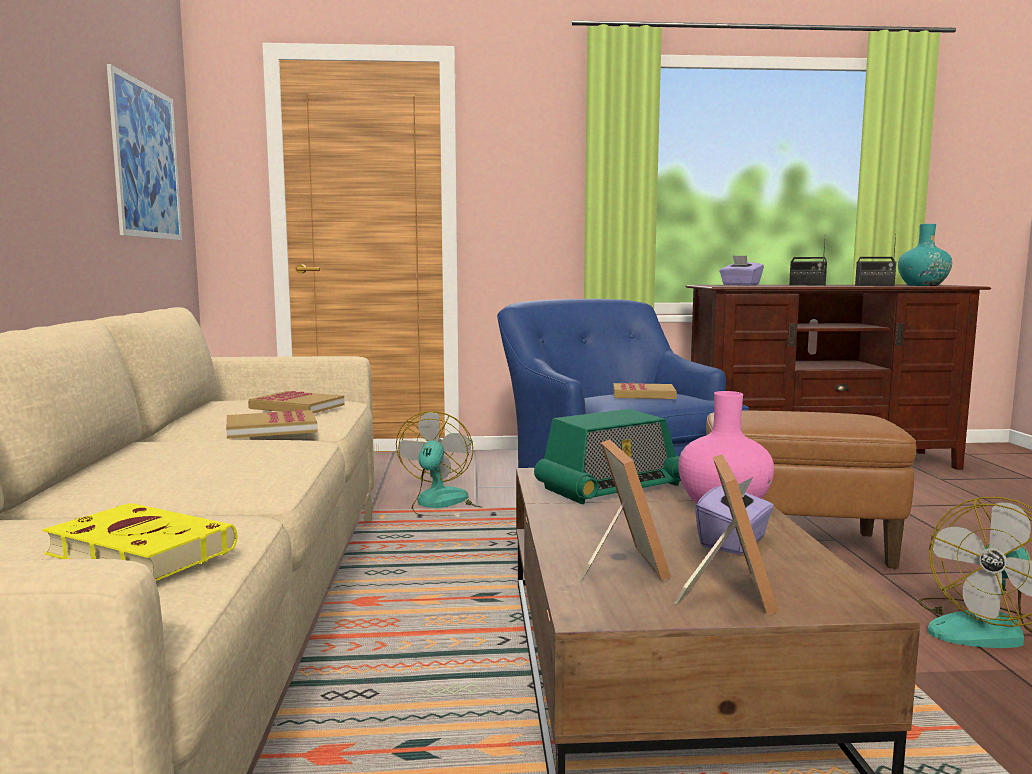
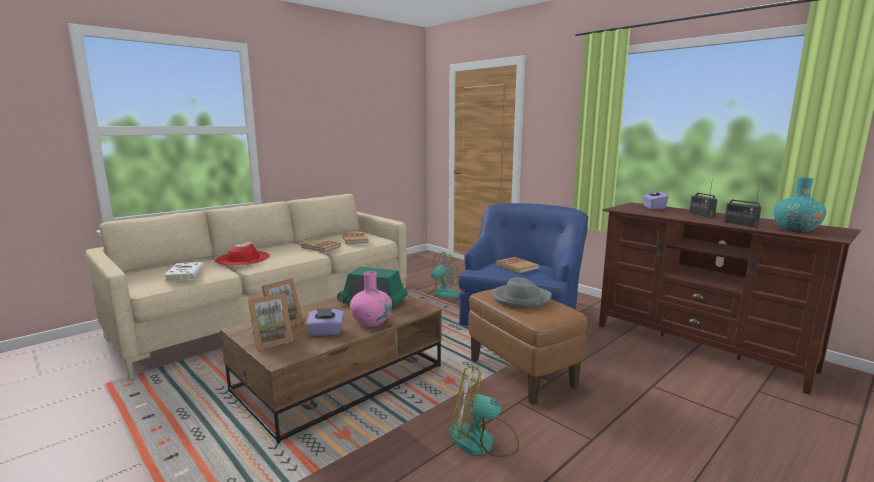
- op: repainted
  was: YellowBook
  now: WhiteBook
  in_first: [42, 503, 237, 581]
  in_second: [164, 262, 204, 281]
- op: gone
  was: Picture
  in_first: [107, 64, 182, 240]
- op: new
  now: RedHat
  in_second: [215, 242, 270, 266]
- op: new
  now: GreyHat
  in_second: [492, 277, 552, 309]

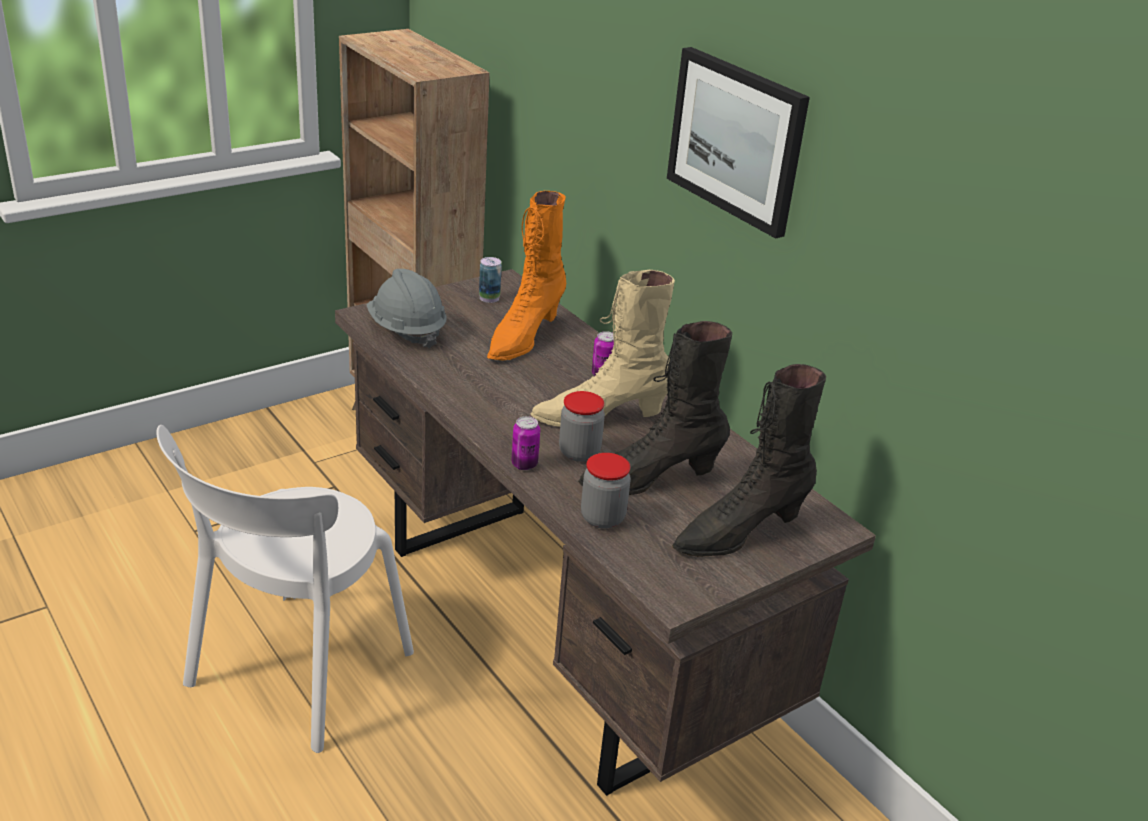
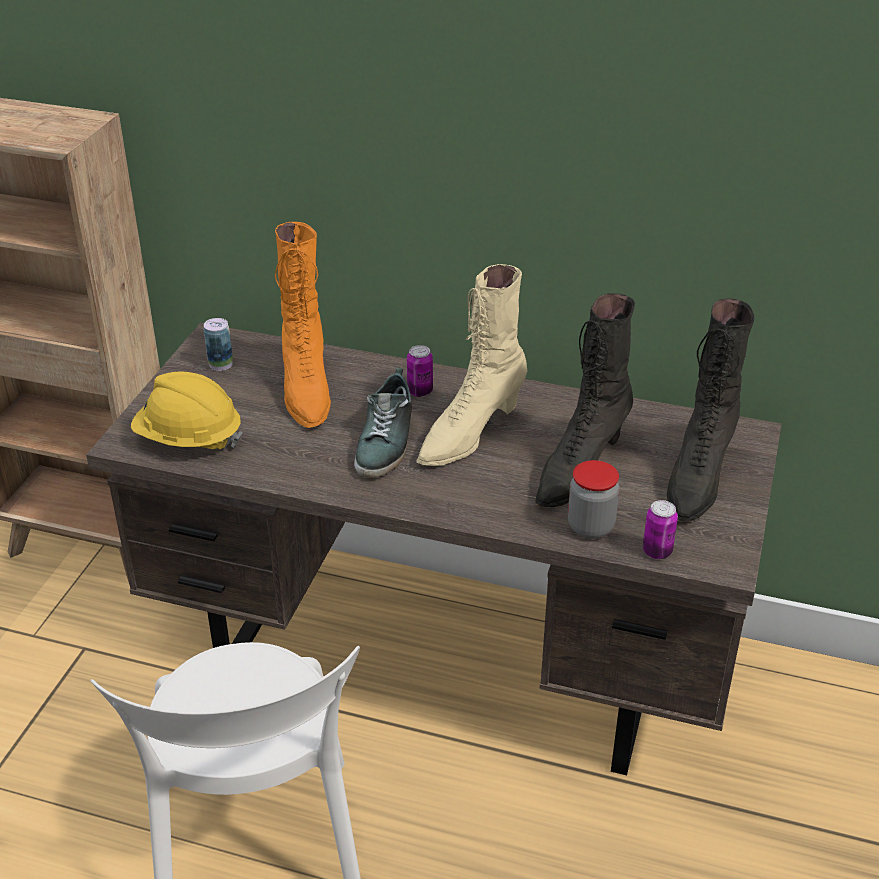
- op: repainted
  was: GreyHardHat
  now: YellowHardHat
  in_first: [367, 269, 447, 348]
  in_second: [131, 371, 242, 449]
- op: shifted
  was: Can
  in_first: [511, 416, 540, 470]
  in_second: [643, 500, 678, 559]
- op: gone
  was: Jar
  in_first: [559, 391, 605, 462]
- op: gone
  was: Picture
  in_first: [667, 47, 810, 239]
- op: new
  now: Shoe
  in_second: [354, 367, 412, 478]

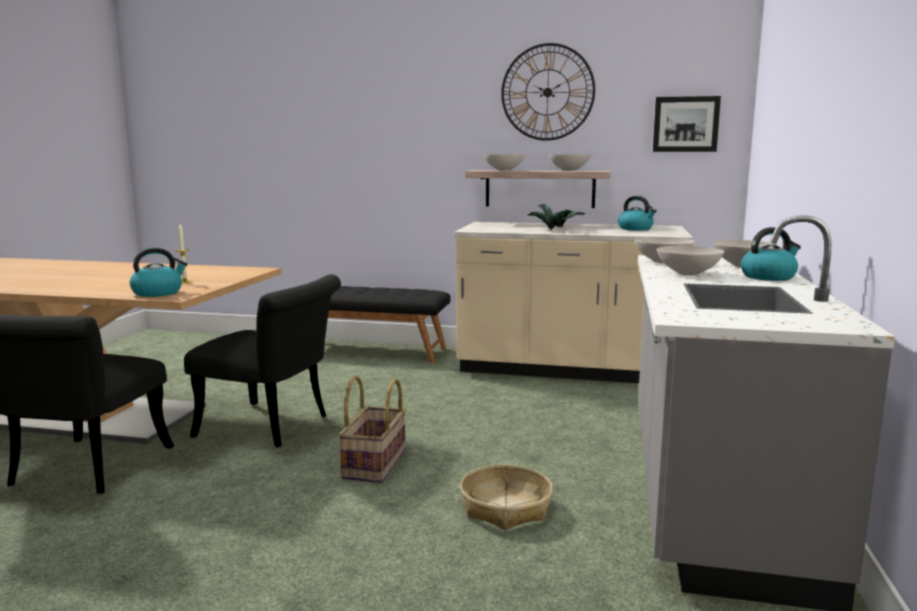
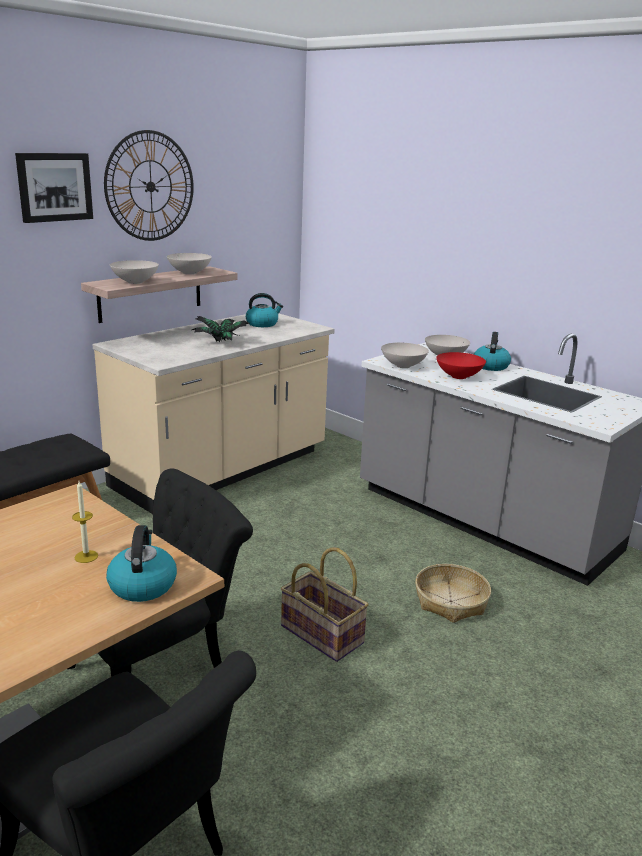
- op: shifted
  was: Picture
  in_first: [653, 96, 721, 152]
  in_second: [15, 153, 93, 223]
- op: repainted
  was: WhiteBowl
  now: RedBowl
  in_first: [657, 246, 724, 276]
  in_second: [436, 352, 486, 379]

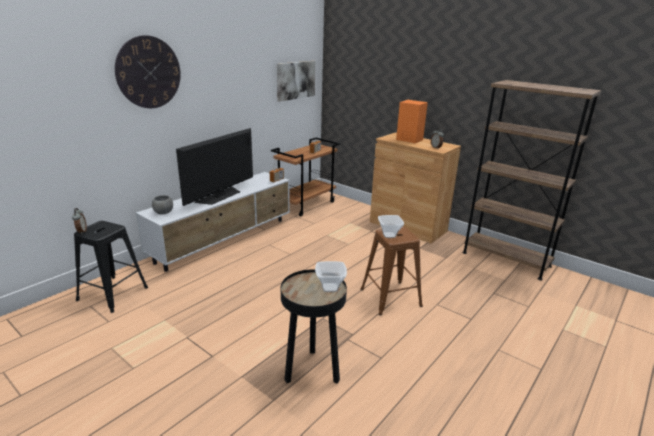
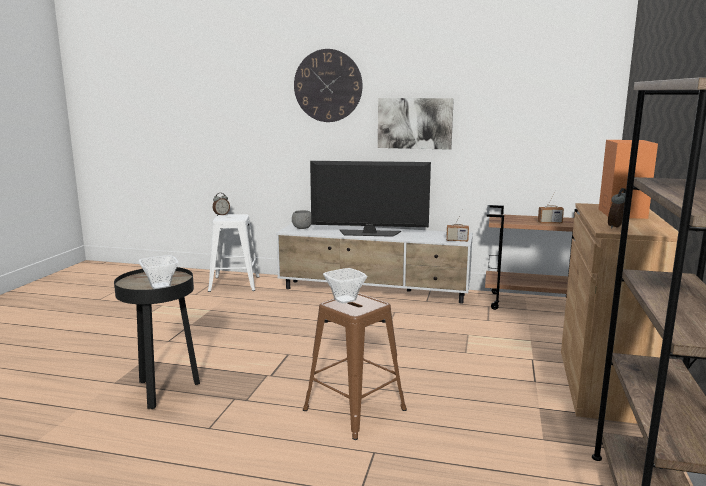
- op: repainted
  was: BlackStool
  now: WhiteStool
  in_first: [74, 221, 148, 313]
  in_second: [208, 214, 260, 292]
- op: shifted
  was: Picture
  in_first: [277, 61, 315, 102]
  in_second: [378, 98, 454, 150]

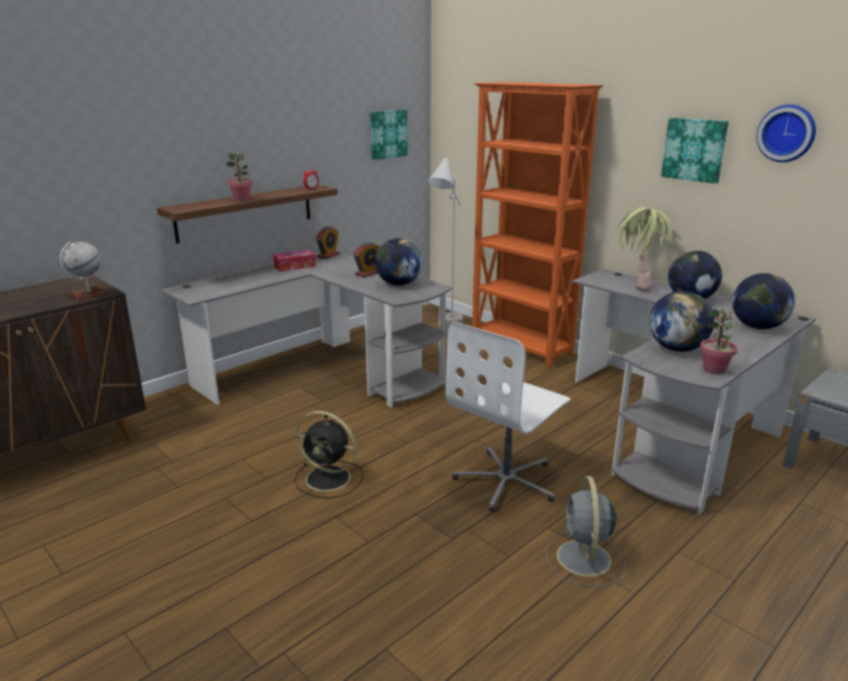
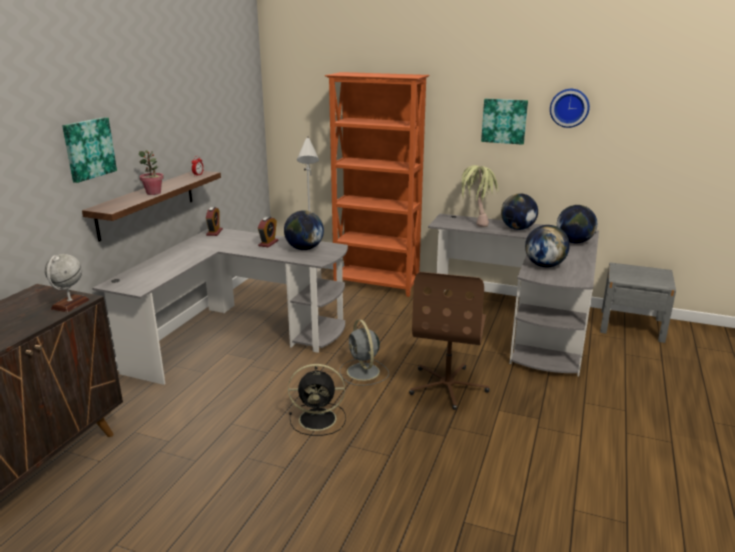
- op: gone
  was: TissueBox
  in_first: [273, 250, 316, 272]
- op: shifted
  was: Picture
  in_first: [370, 110, 408, 160]
  in_second: [62, 117, 117, 183]
- op: repainted
  was: WhiteOfficeChair
  now: BrownOfficeChair
  in_first: [445, 322, 571, 512]
  in_second: [409, 272, 490, 410]
- op: shifted
  was: GreyFan
  in_first: [546, 476, 626, 587]
  in_second: [340, 320, 389, 386]
- op: gone
  was: PottedPlant
  in_first: [700, 309, 737, 374]

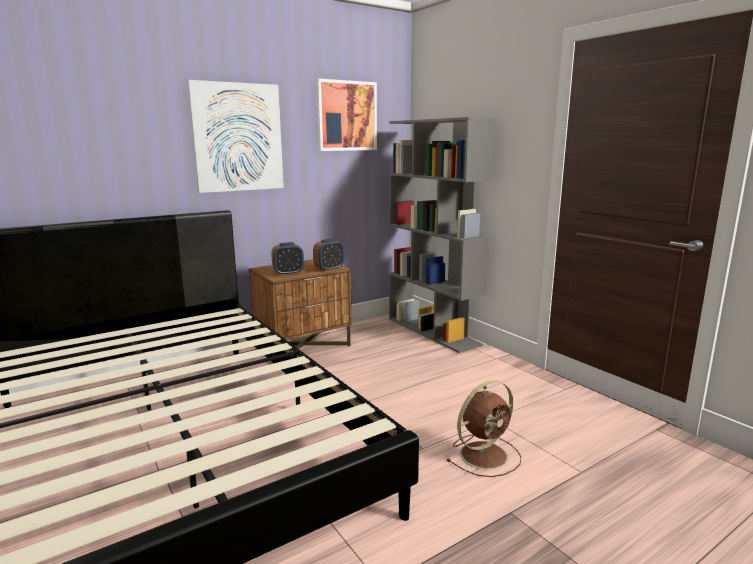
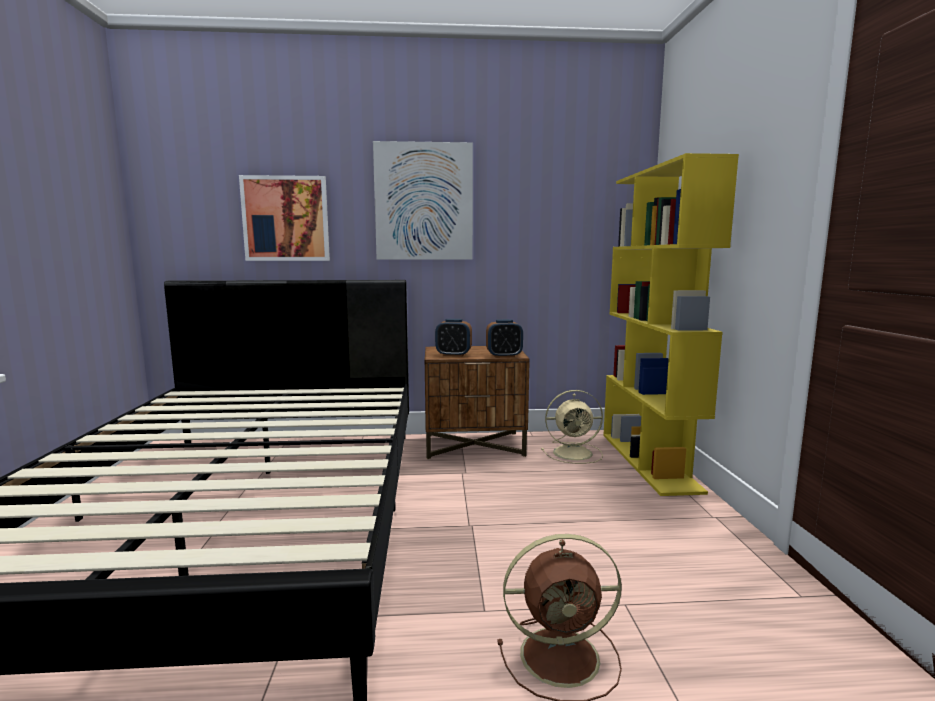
- op: shifted
  was: Picture
  in_first: [316, 78, 377, 151]
  in_second: [239, 175, 330, 261]
- op: repainted
  was: GreyBookcase
  now: YellowBookcase
  in_first: [389, 117, 496, 353]
  in_second: [603, 153, 739, 496]
- op: new
  now: BeigeFan
  in_second: [541, 390, 603, 464]

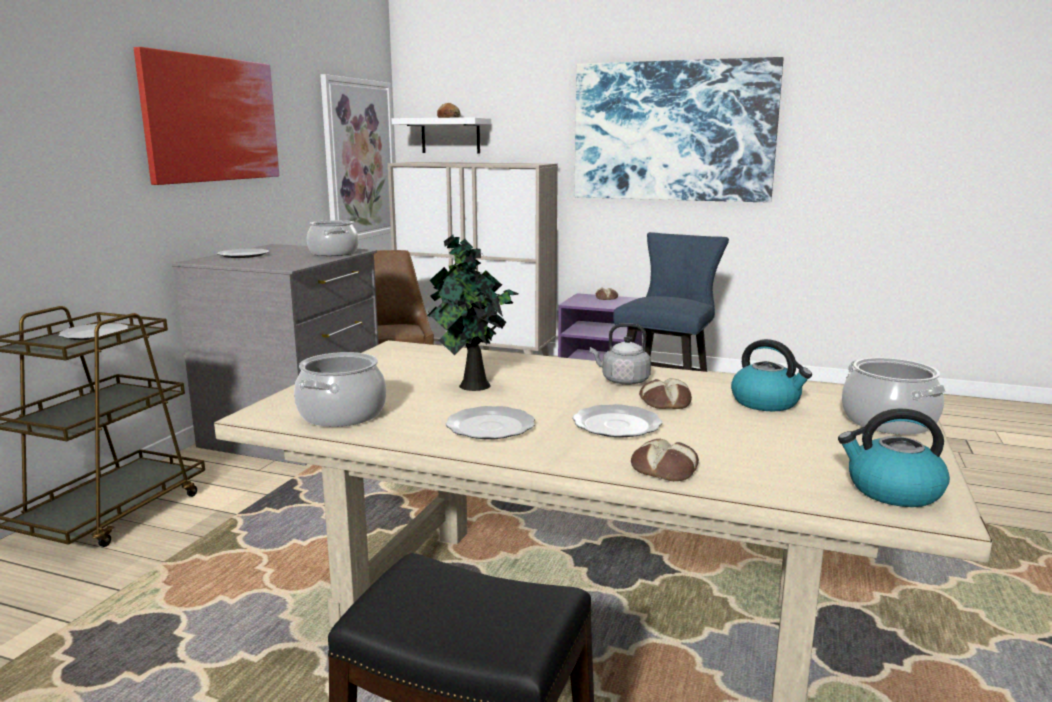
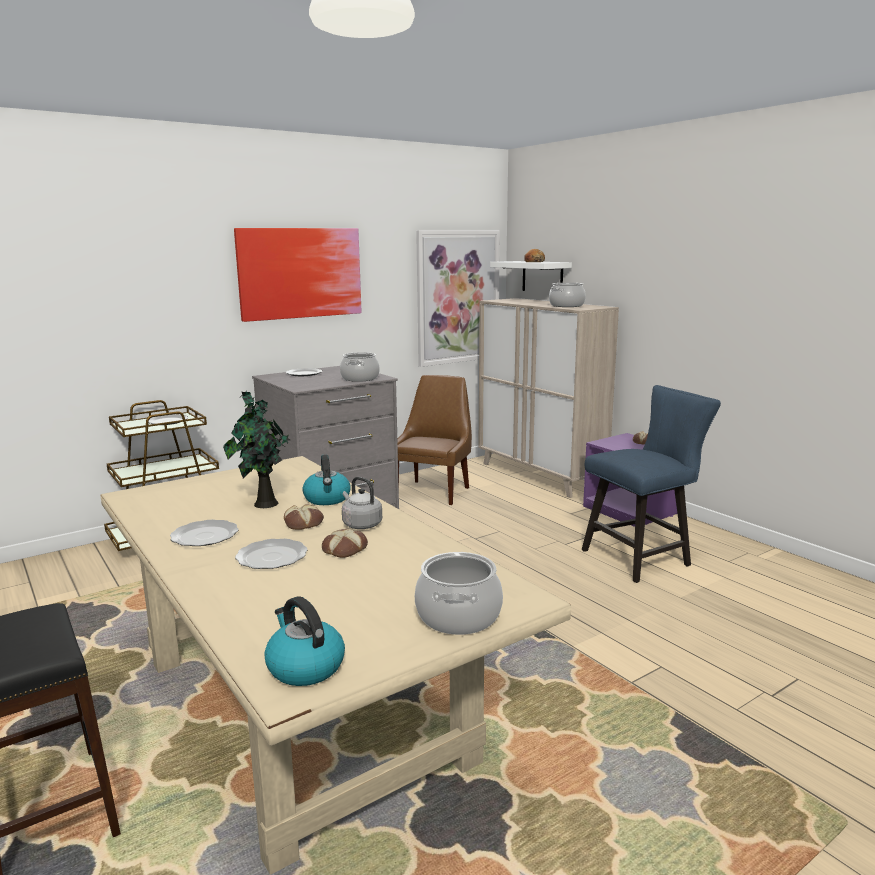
- op: shifted
  was: CookingPot
  in_first: [294, 352, 386, 427]
  in_second: [549, 283, 586, 307]
- op: gone
  was: Picture
  in_first: [575, 57, 783, 203]
- op: shifted
  was: Bread
  in_first: [631, 439, 699, 481]
  in_second: [284, 504, 324, 530]
- op: shifted
  was: Kettle
  in_first: [731, 339, 812, 411]
  in_second: [302, 455, 351, 505]

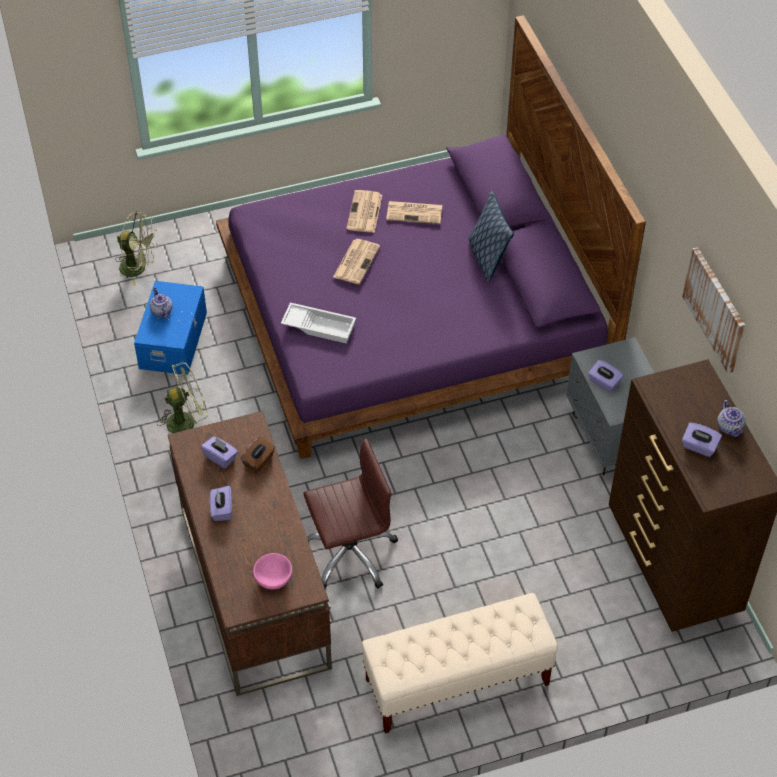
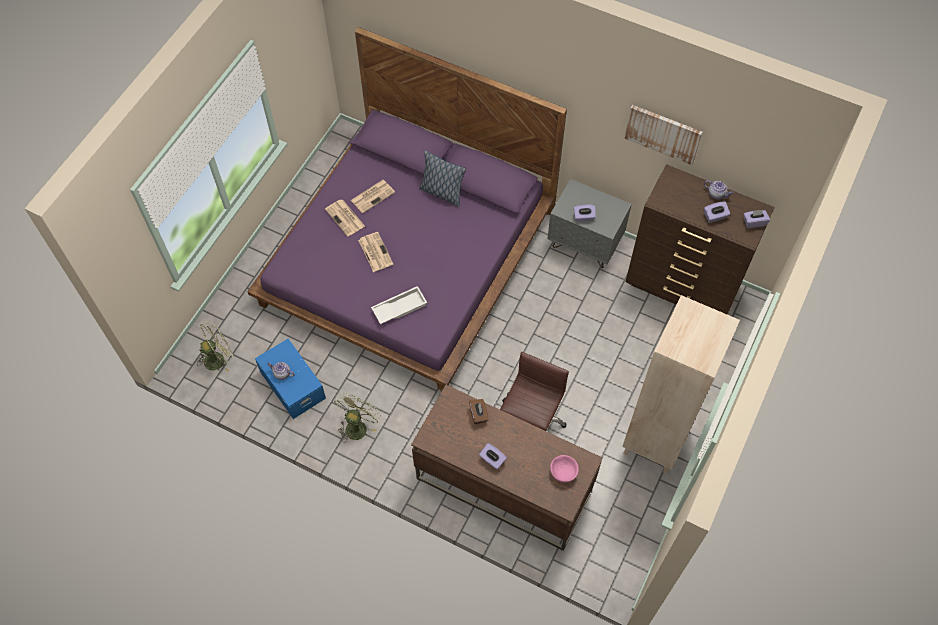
- op: shifted
  was: PurpleTissueBox
  in_first: [201, 437, 238, 469]
  in_second: [744, 210, 770, 228]
- op: swapped
  was: BeigeBench
  now: BeigeBookcase
  in_first: [362, 593, 558, 734]
  in_second: [622, 295, 740, 474]

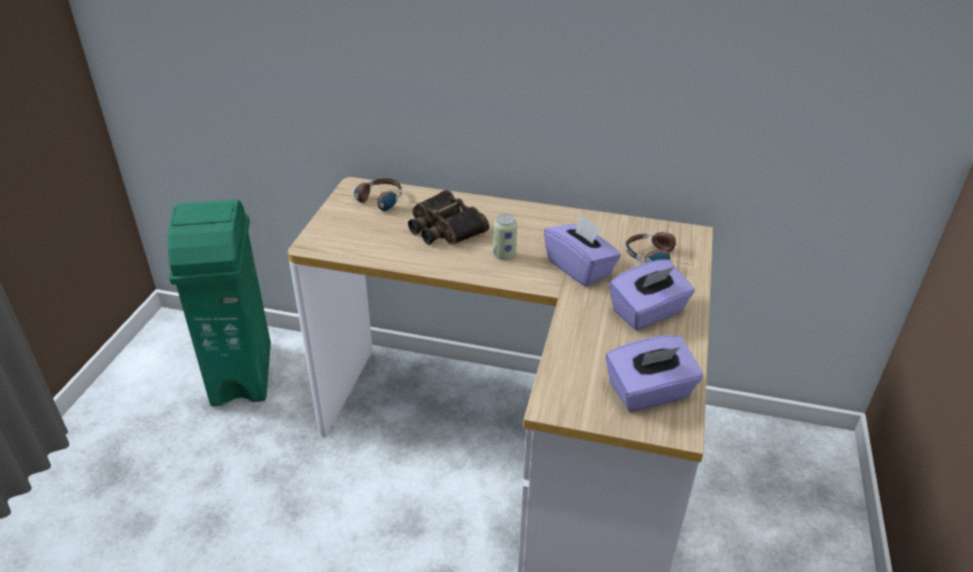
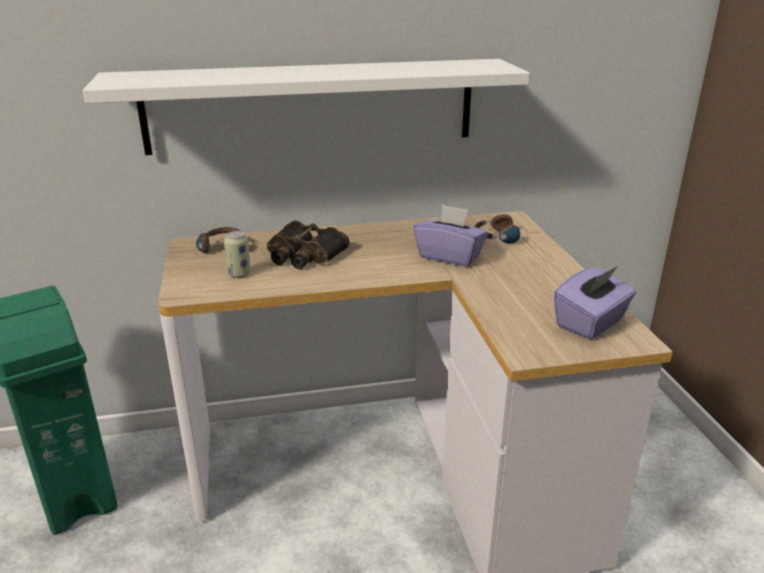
- op: shifted
  was: Can
  in_first: [493, 214, 517, 260]
  in_second: [224, 231, 251, 278]
- op: gone
  was: PurpleTissueBox
  in_first: [609, 259, 695, 330]
- op: new
  now: WhiteShelf
  in_second: [83, 59, 530, 155]

